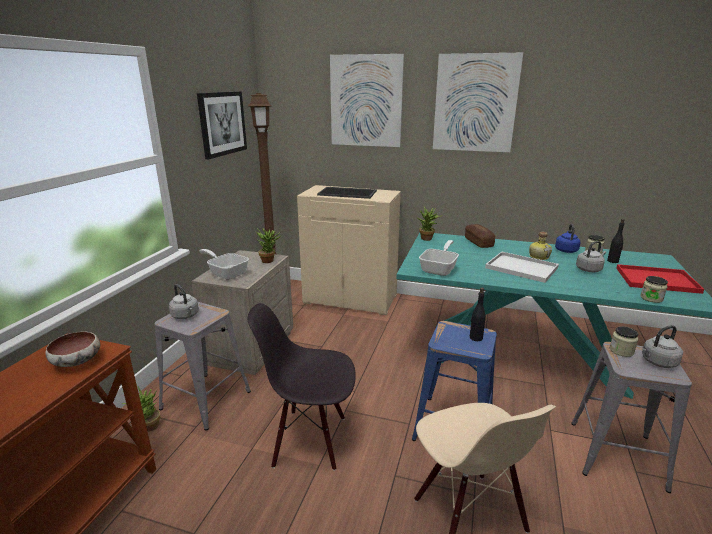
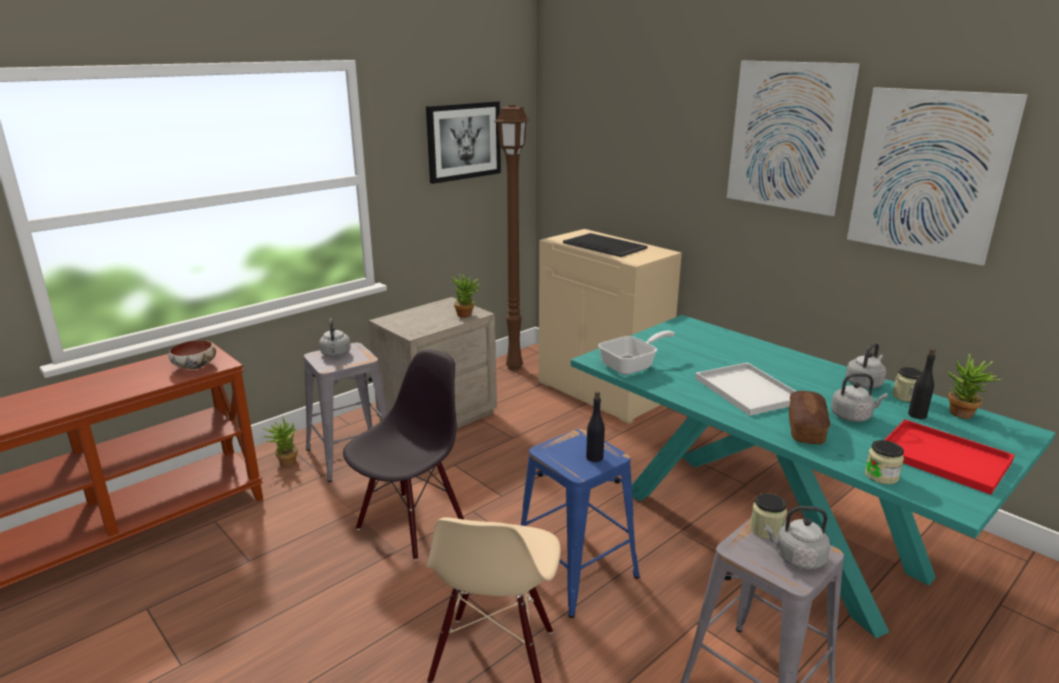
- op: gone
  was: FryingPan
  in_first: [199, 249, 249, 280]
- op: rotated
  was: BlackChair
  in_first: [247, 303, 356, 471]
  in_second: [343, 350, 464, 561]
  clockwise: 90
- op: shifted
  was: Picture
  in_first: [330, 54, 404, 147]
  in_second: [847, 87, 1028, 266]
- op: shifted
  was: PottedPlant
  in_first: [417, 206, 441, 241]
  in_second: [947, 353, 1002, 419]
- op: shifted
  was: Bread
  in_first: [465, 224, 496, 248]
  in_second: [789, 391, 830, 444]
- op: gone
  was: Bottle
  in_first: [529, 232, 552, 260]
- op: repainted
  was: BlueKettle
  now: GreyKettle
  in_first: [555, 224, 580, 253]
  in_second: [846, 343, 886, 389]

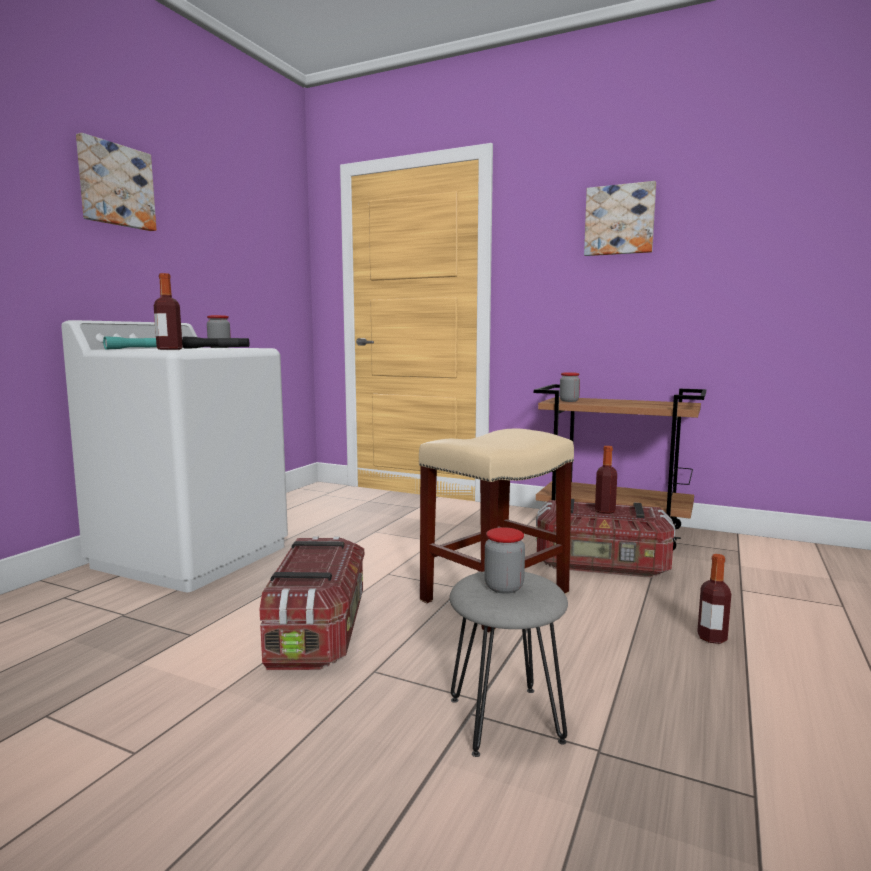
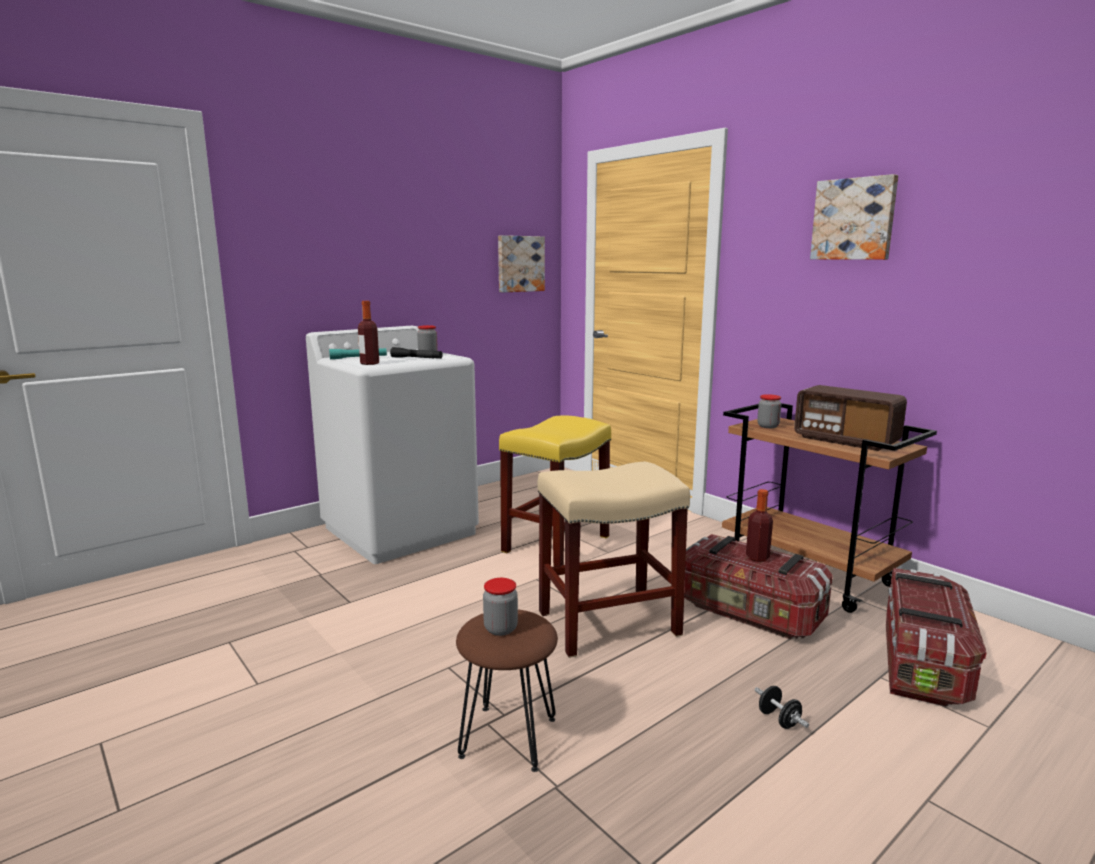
- op: shifted
  was: Picture
  in_first: [76, 133, 157, 231]
  in_second: [498, 235, 545, 292]
- op: shifted
  was: StorageBox
  in_first: [260, 536, 364, 670]
  in_second: [886, 568, 987, 706]
- op: repainted
  was: GreyStool
  now: BrownStool
  in_first: [449, 571, 568, 757]
  in_second: [456, 609, 558, 772]
- op: swapped
  was: Bottle
  now: BlackDumbbell
  in_first: [697, 554, 731, 644]
  in_second: [754, 686, 809, 729]
- op: new
  now: YellowStool
  in_second: [499, 416, 611, 567]
- op: new
  now: Radio
  in_second: [794, 385, 907, 451]

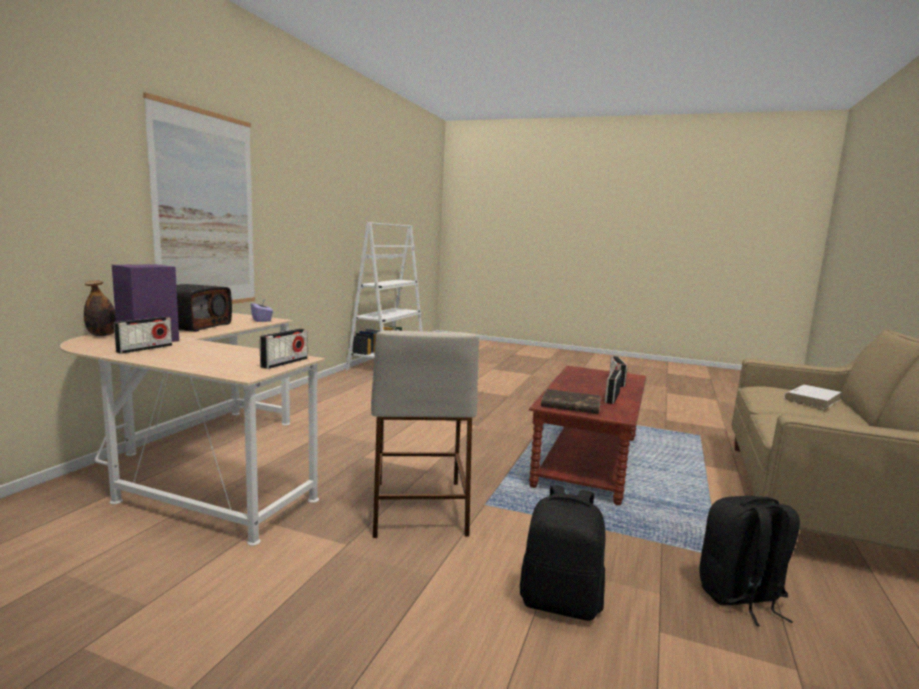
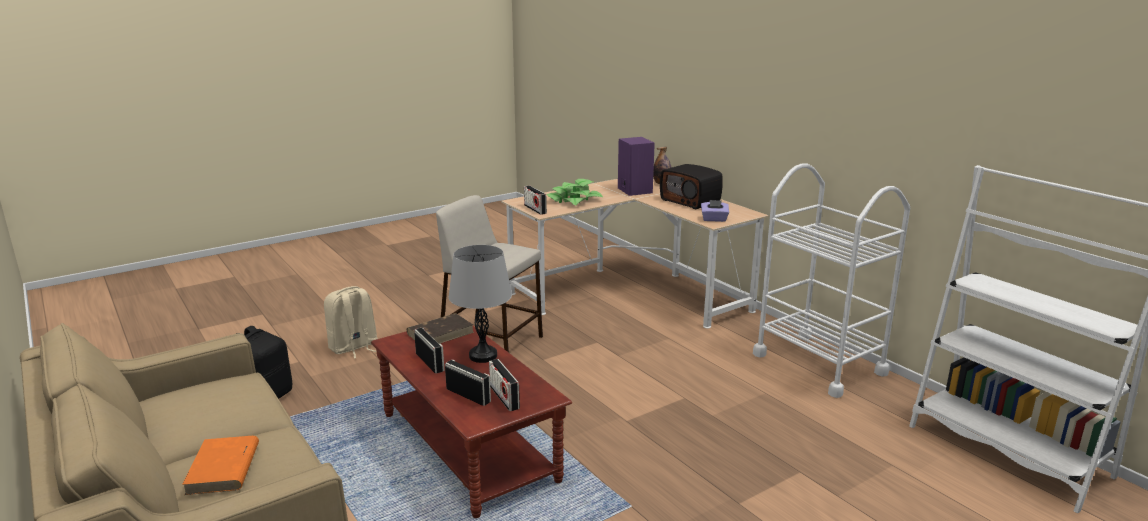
- op: shifted
  was: Radio
  in_first: [114, 317, 172, 354]
  in_second: [489, 359, 520, 411]
- op: gone
  was: Picture
  in_first: [143, 92, 255, 304]
- op: repainted
  was: BlackBackpack
  now: BeigeBackpack
  in_first: [520, 485, 606, 621]
  in_second: [324, 286, 378, 359]
- op: repainted
  was: WhiteBook
  now: OrangeBook
  in_first: [784, 385, 841, 409]
  in_second: [182, 436, 259, 495]
- op: new
  now: GreyTableLamp
  in_second: [449, 245, 512, 363]
- op: new
  now: PottedPlant
  in_second: [546, 179, 603, 206]
- op: new
  now: WhiteCart
  in_second: [753, 164, 910, 398]

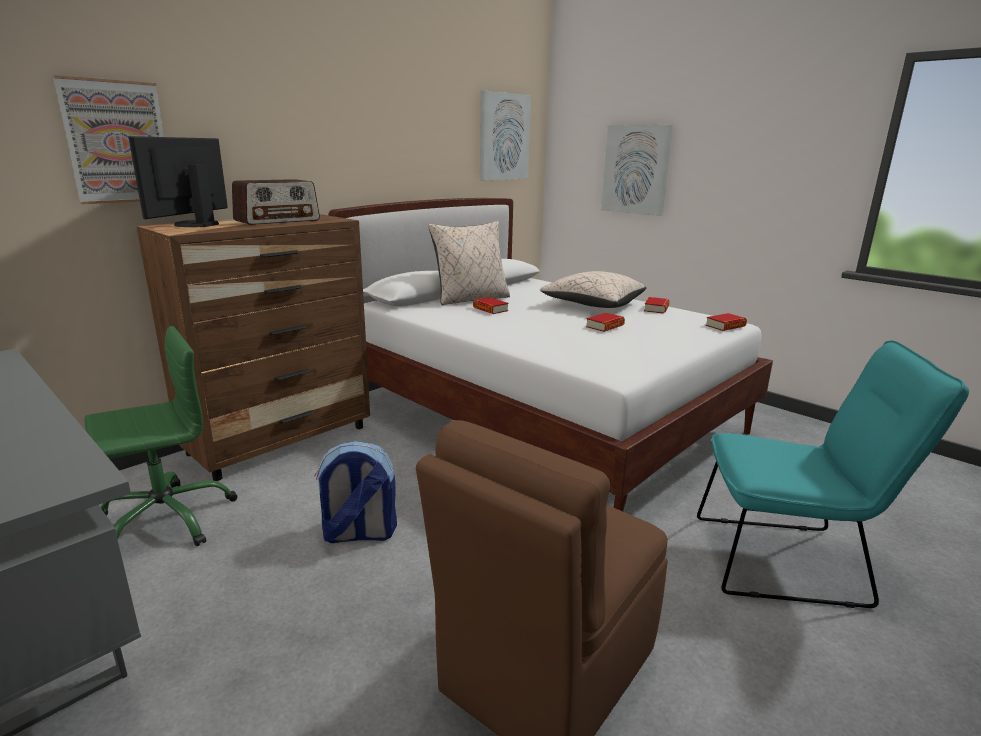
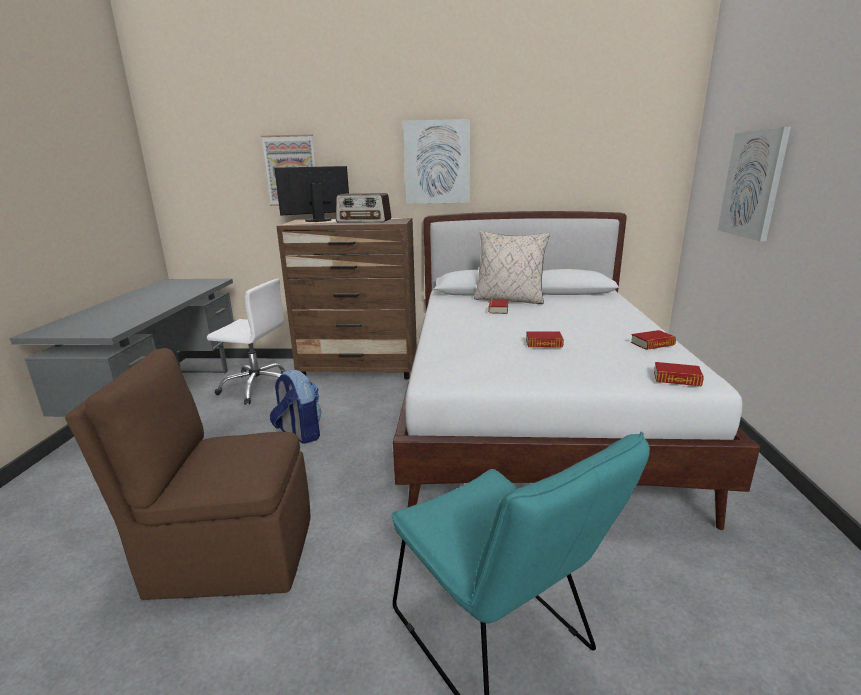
- op: repainted
  was: GreenOfficeChair
  now: WhiteOfficeChair
  in_first: [84, 326, 237, 546]
  in_second: [207, 279, 286, 405]
- op: shifted
  was: Picture
  in_first: [480, 90, 531, 180]
  in_second: [403, 119, 470, 204]
- op: gone
  was: BeigePillow
  in_first: [540, 271, 646, 308]

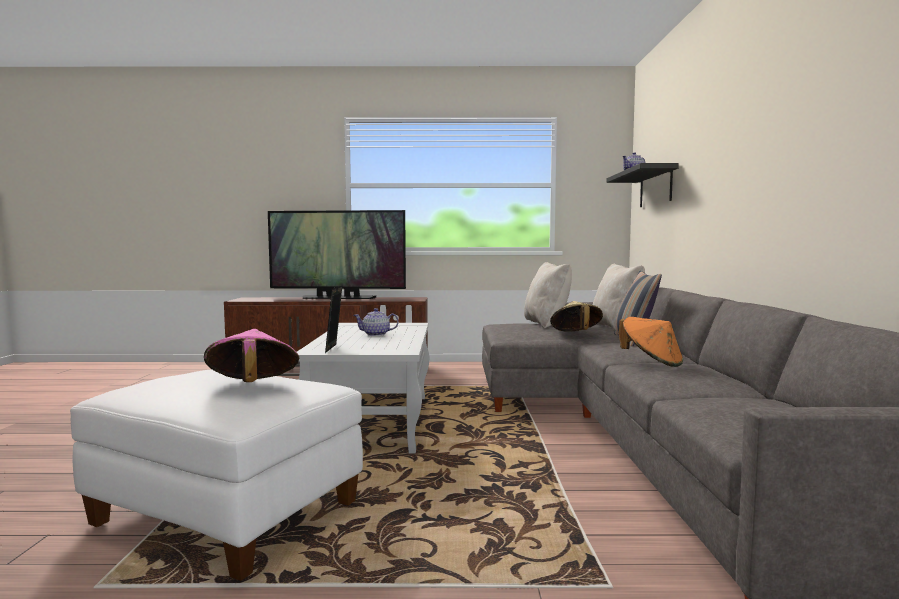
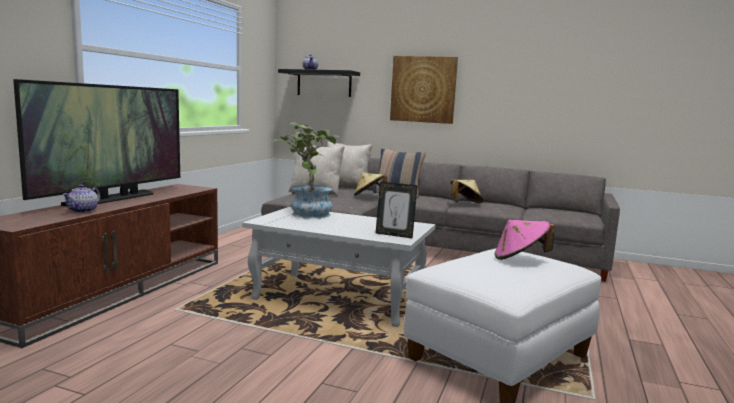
- op: shifted
  was: Teapot
  in_first: [353, 308, 399, 336]
  in_second: [62, 184, 100, 213]
- op: repainted
  was: OrangeHat
  now: BeigeHat
  in_first: [619, 317, 683, 367]
  in_second: [451, 180, 483, 203]
- op: new
  now: PottedPlant
  in_second: [272, 122, 339, 219]
- op: new
  now: Picture
  in_second: [390, 56, 458, 124]

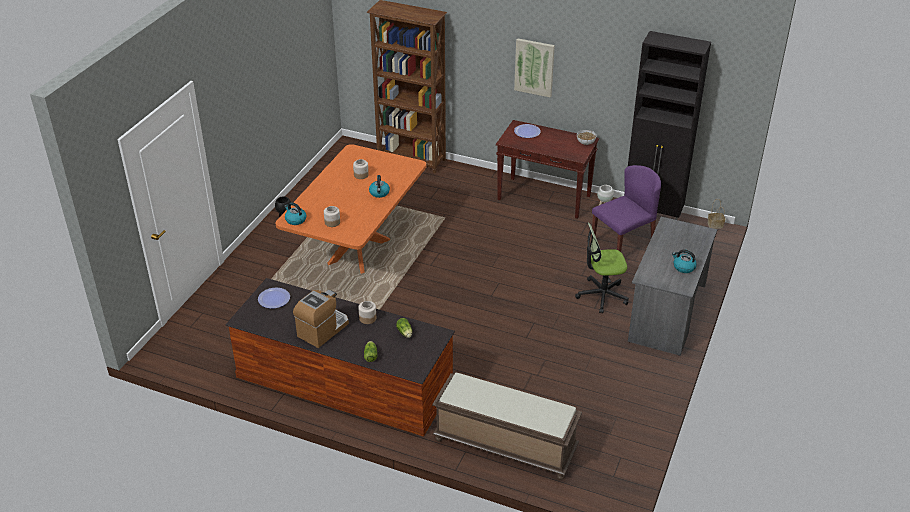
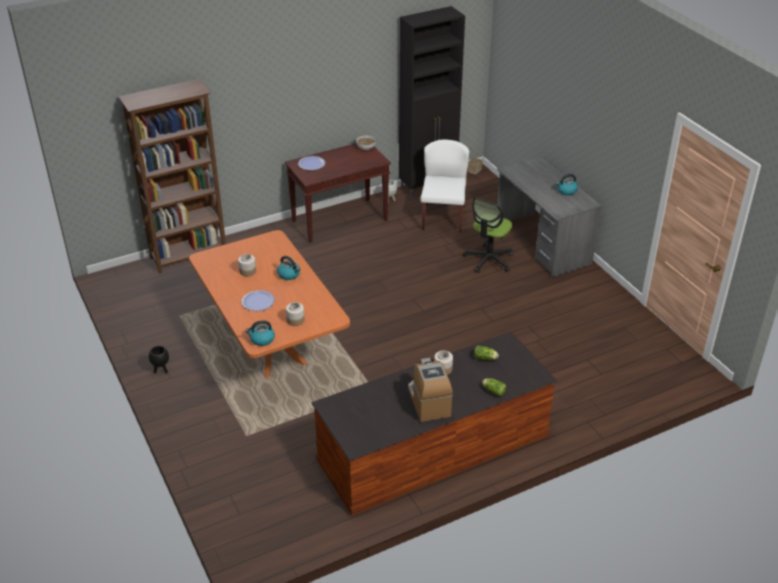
- op: shifted
  was: Plate
  in_first: [258, 288, 290, 309]
  in_second: [242, 290, 275, 311]
- op: gone
  was: BrownBench
  in_first: [432, 373, 582, 480]
- op: gone
  was: Picture
  in_first: [514, 38, 555, 97]
- op: repainted
  was: PurpleChair
  now: WhiteChair
  in_first: [591, 165, 661, 252]
  in_second: [421, 139, 469, 233]

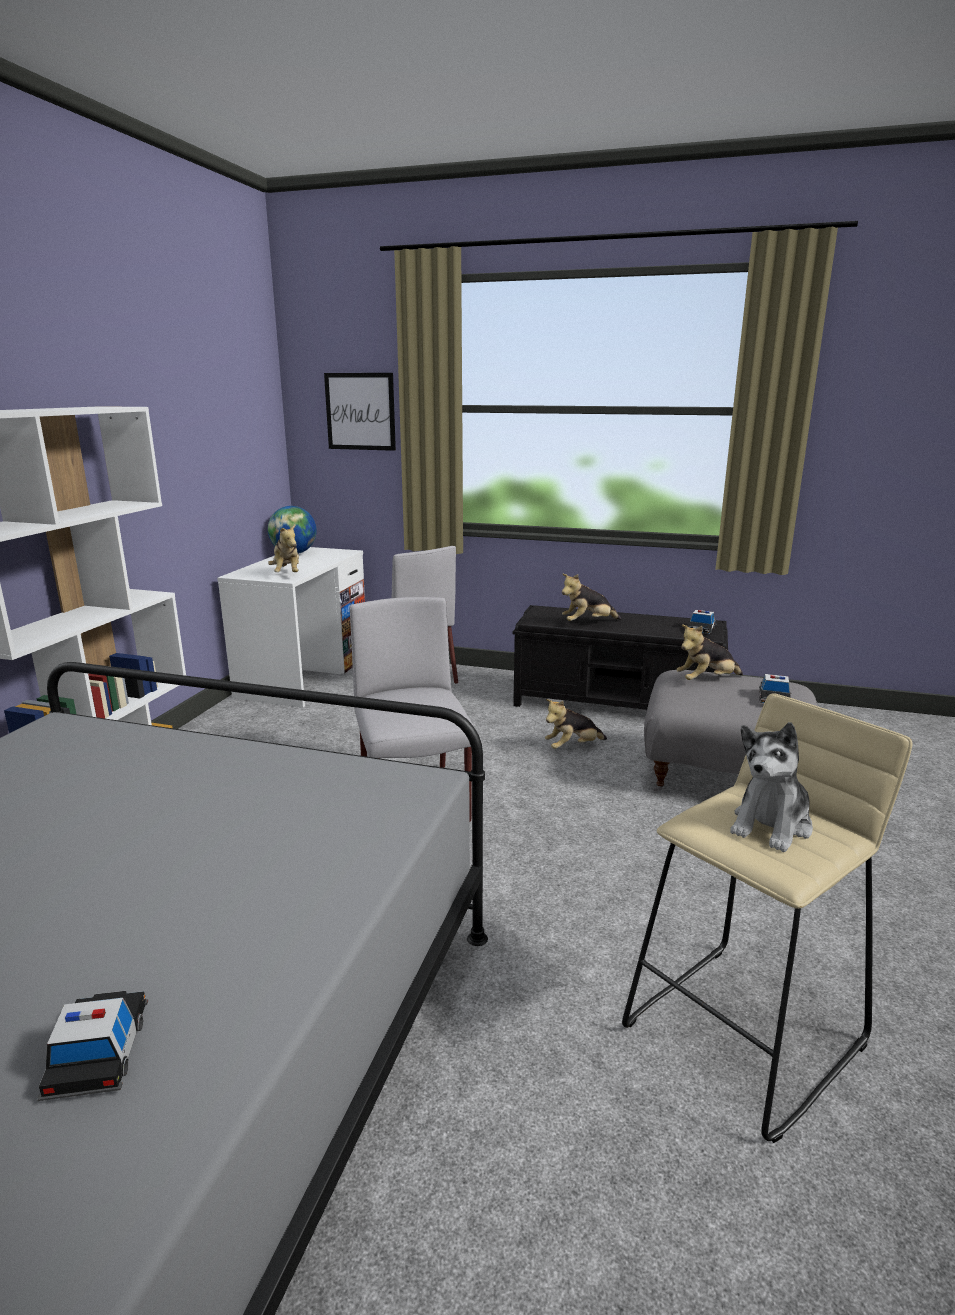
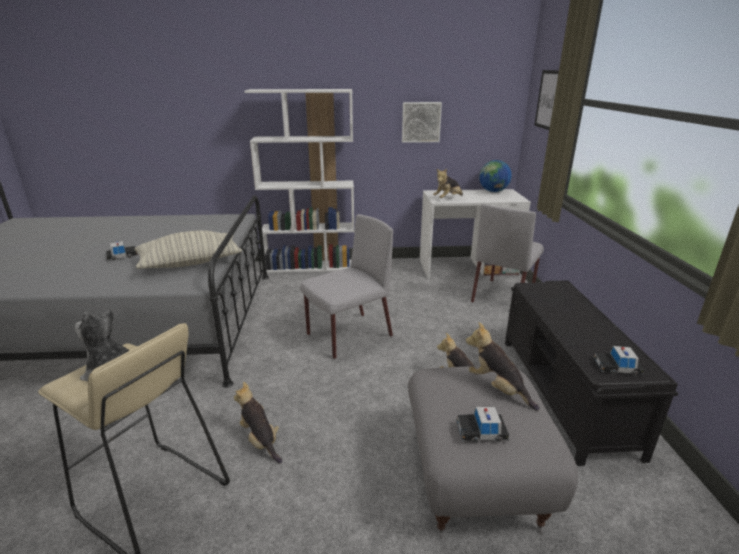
- op: shifted
  was: ToyCar
  in_first: [37, 991, 149, 1101]
  in_second: [106, 241, 138, 261]
- op: shifted
  was: PlushToy
  in_first: [562, 574, 621, 621]
  in_second: [234, 382, 282, 463]
- op: new
  now: Pillow
  in_second: [135, 230, 242, 269]
- op: new
  now: Picture
  in_second: [402, 102, 442, 143]

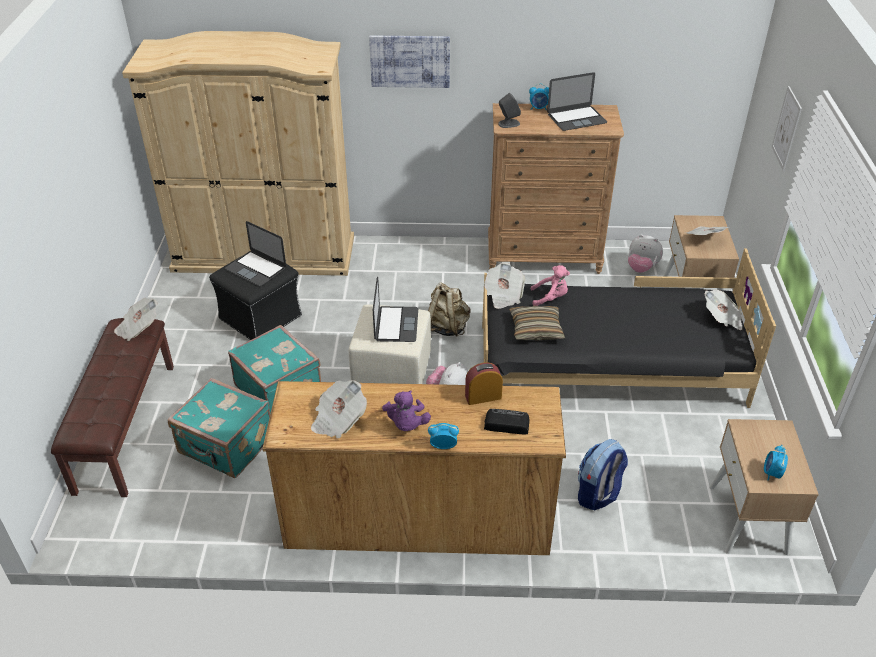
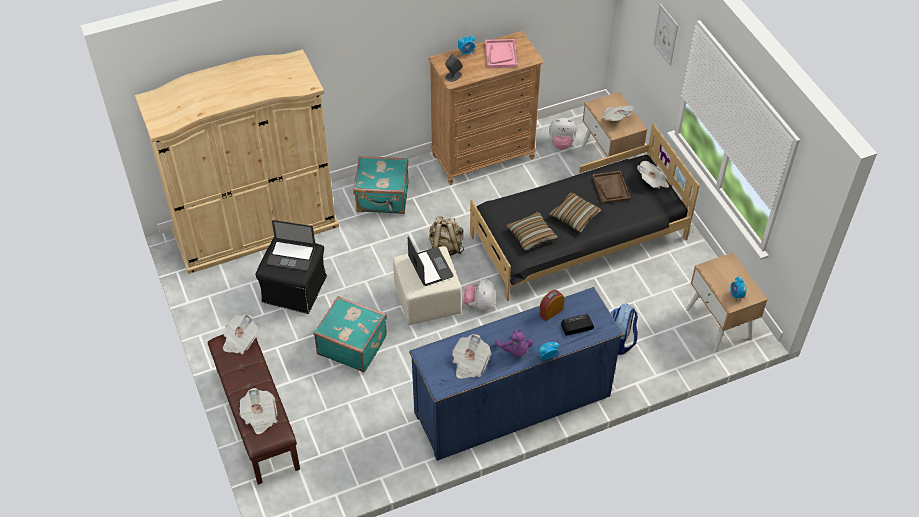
- op: shifted
  was: TurquoiseSuitcase
  in_first: [168, 378, 270, 478]
  in_second: [353, 156, 408, 214]
- op: repainted
  was: BrownDresser
  now: BlueDresser
  in_first: [262, 381, 566, 555]
  in_second: [409, 287, 624, 461]
- op: gone
  was: Picture
  in_first: [369, 35, 450, 88]
- op: shifted
  was: Newspaper
  in_first: [484, 263, 526, 309]
  in_second: [240, 388, 277, 434]
- op: gone
  was: PinkPlushToy
  in_first: [531, 265, 570, 306]
- op: swapped
  was: Laptop
  now: PinkTray
  in_first: [547, 72, 607, 131]
  in_second: [485, 39, 518, 68]
- op: new
  now: Pillow
  in_second: [549, 192, 601, 232]
- op: new
  now: BrownTray
  in_second: [592, 171, 631, 204]

